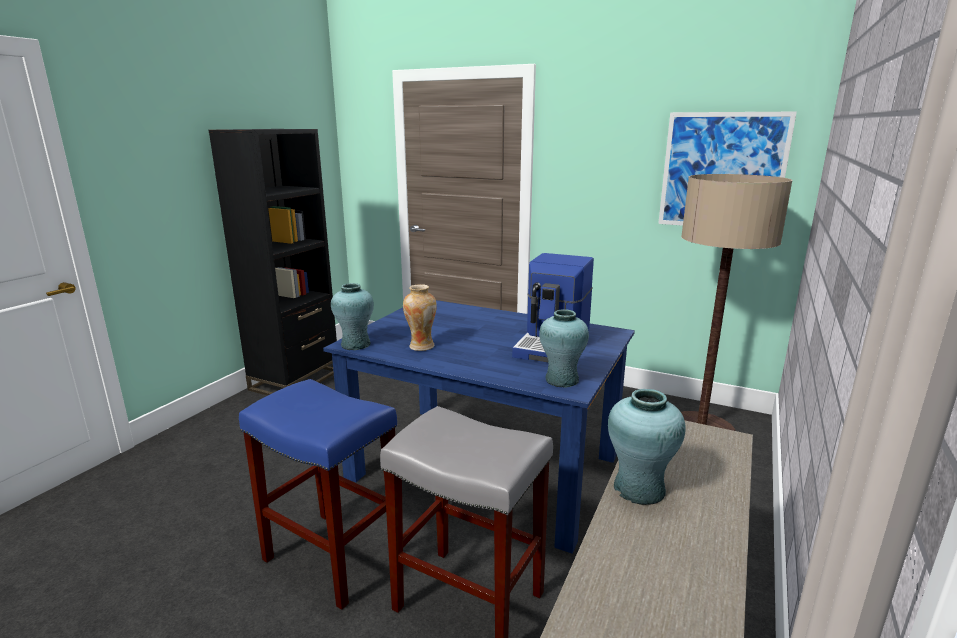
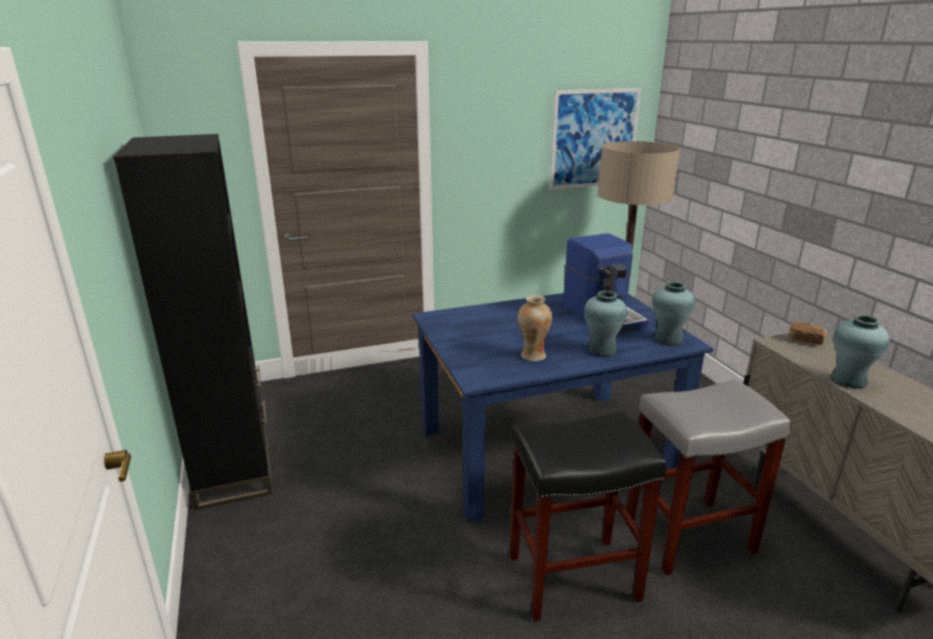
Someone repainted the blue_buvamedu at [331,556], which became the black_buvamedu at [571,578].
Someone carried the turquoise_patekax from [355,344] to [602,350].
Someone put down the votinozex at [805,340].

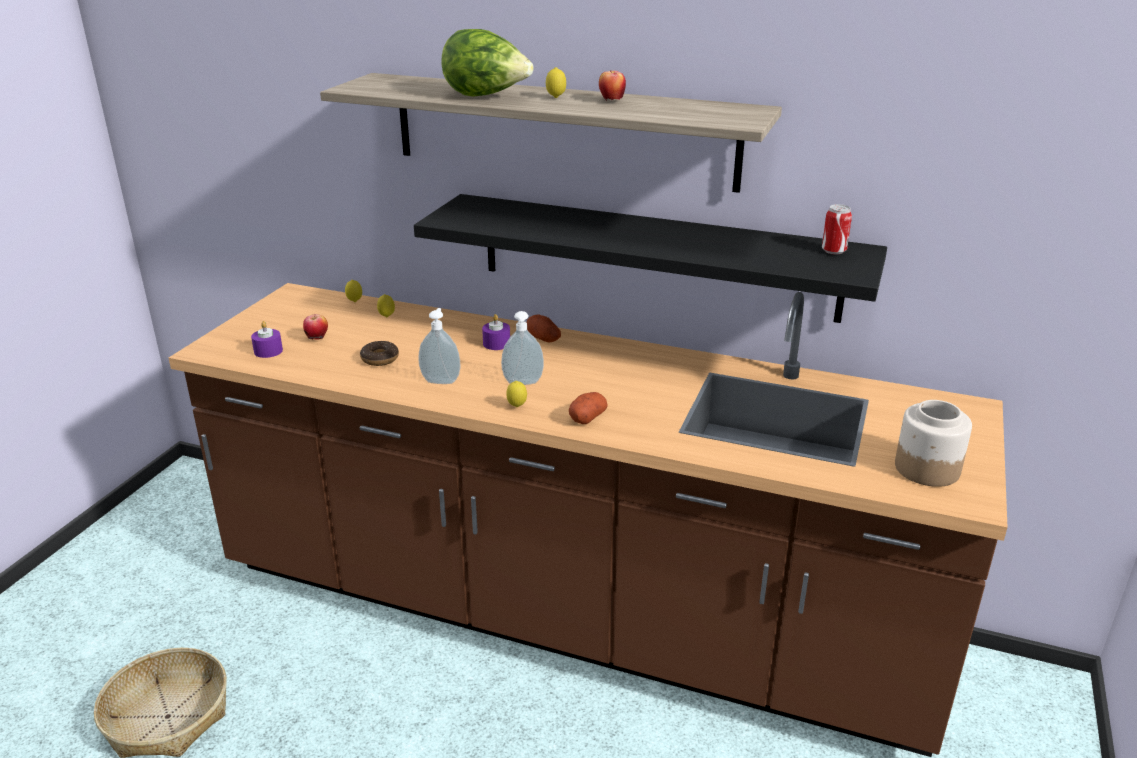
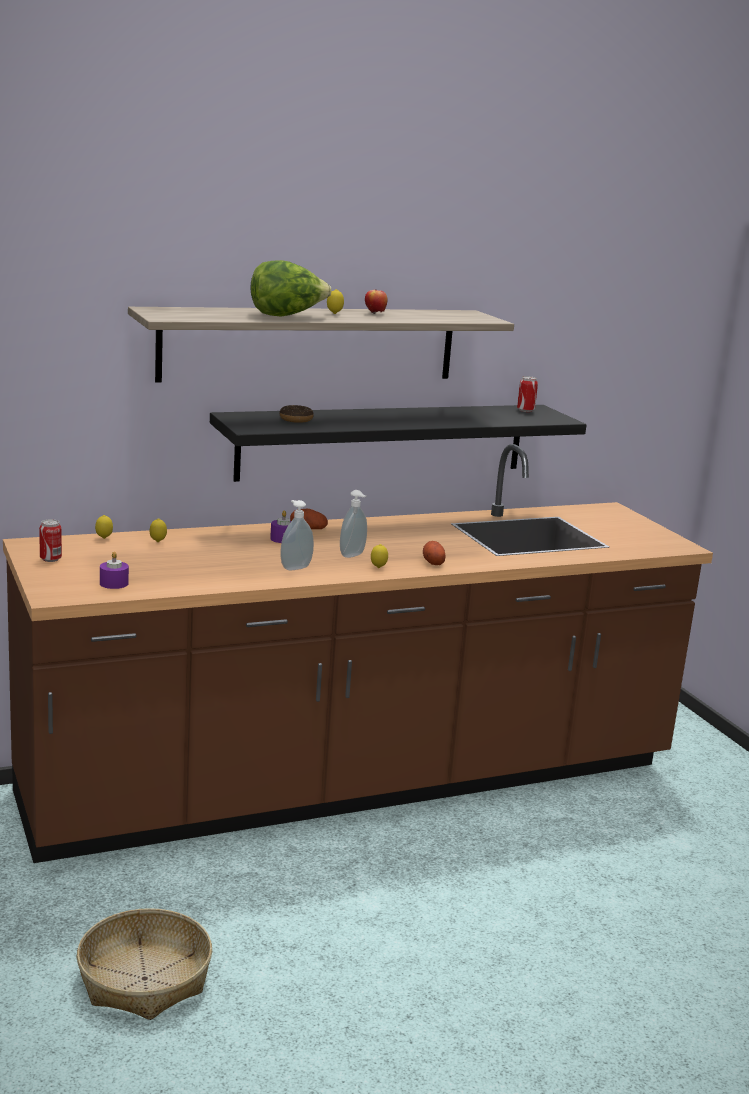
Someone took away the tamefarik at [317,339].
Someone carried the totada from [380,359] to [296,419].
Someone took away the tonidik at [926,468].
Someone put down the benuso at [50,559].

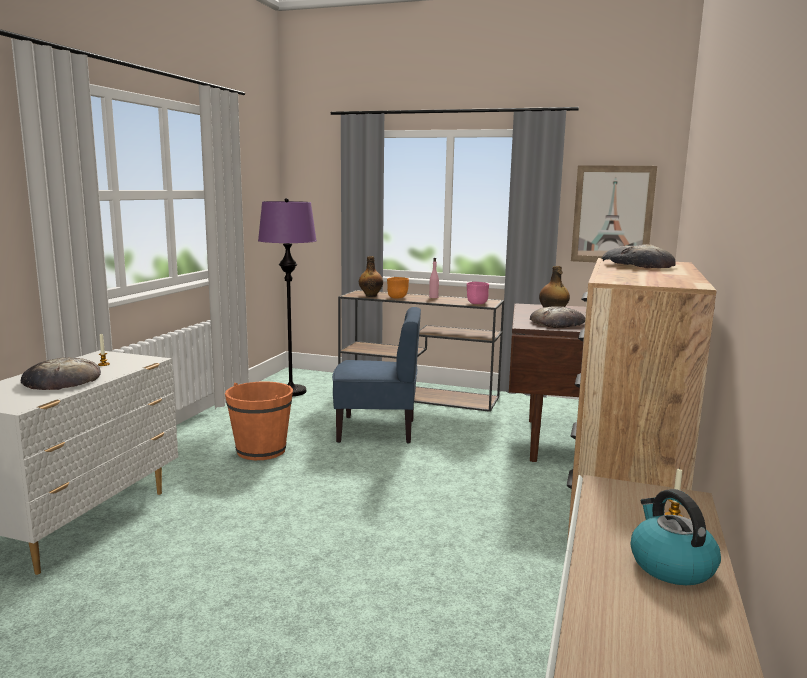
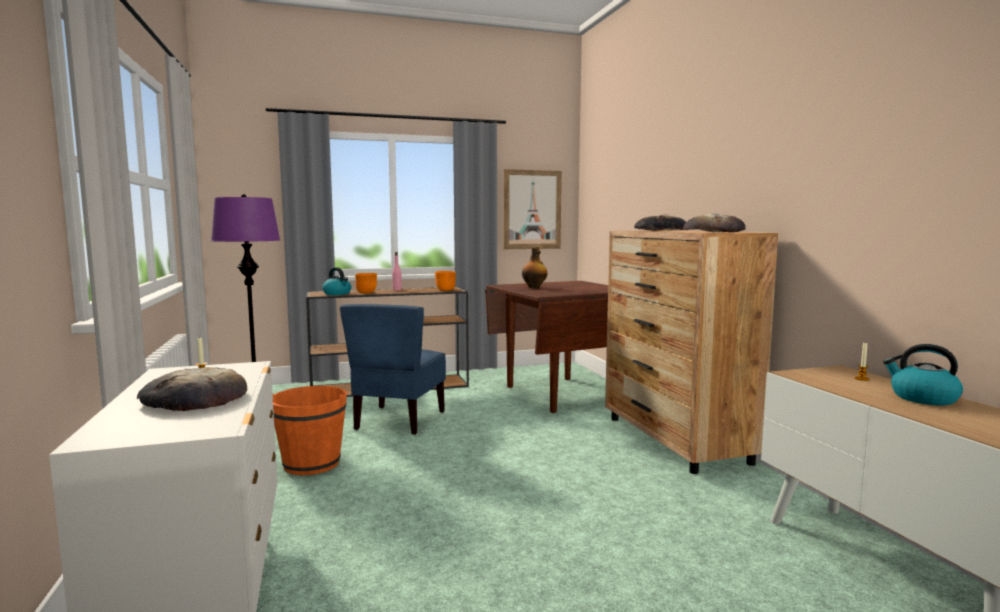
Someone rotated the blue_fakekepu at [377,430] by 135 degrees clockwise.
Someone swapped the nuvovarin at [371,295] for the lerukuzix at [337,293].
Someone repainted the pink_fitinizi at [476,303], which became the orange_fitinizi at [445,290].
Someone carried the votinozex from [557,322] to [713,231].

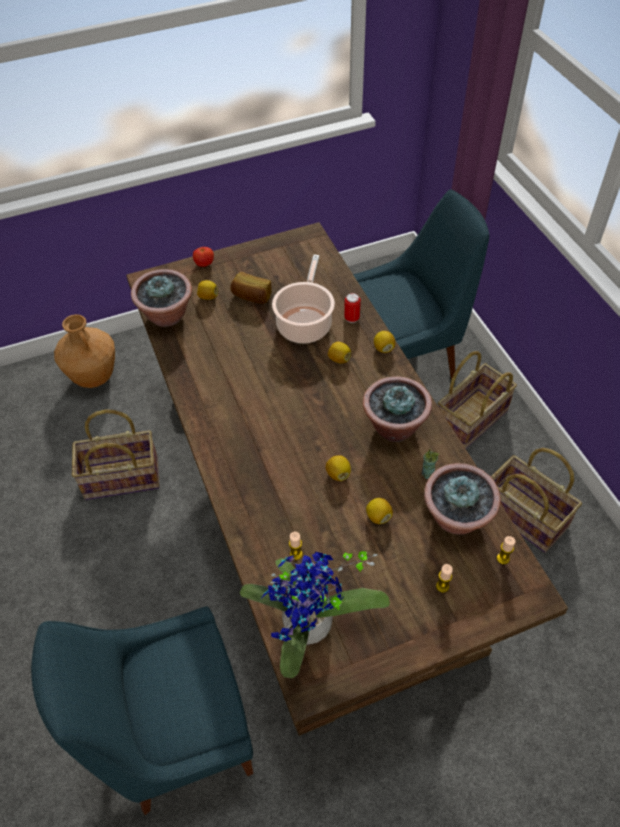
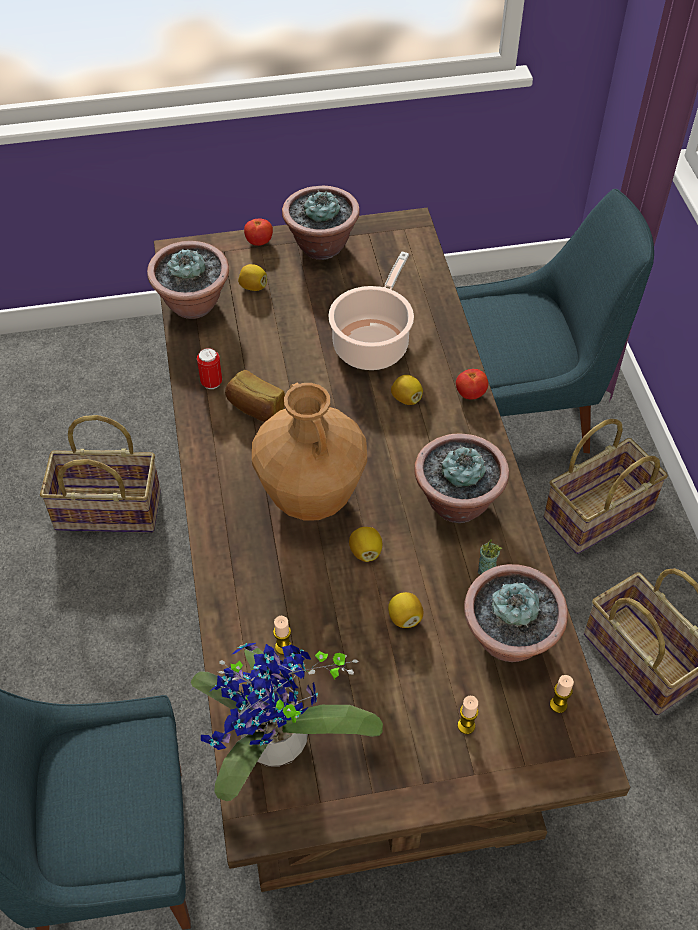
Someone carried the brown_patekax from [94,377] to [311,498].
Someone carried the votinozex from [251,296] to [255,408].
Someone carried the benuso from [351,318] to [211,383].
Someone swapped the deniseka at [383,348] for the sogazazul at [470,394].
Someone put down the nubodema at [321,246].

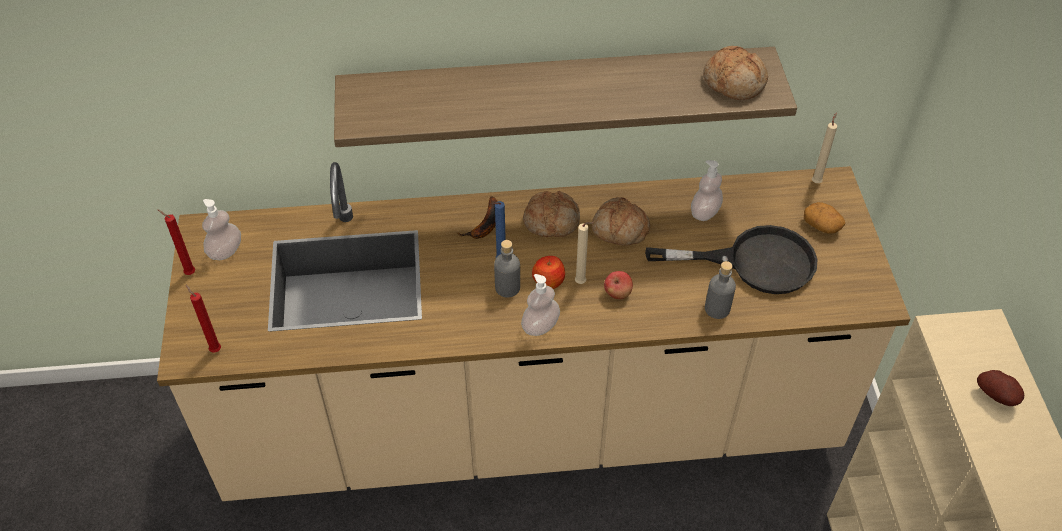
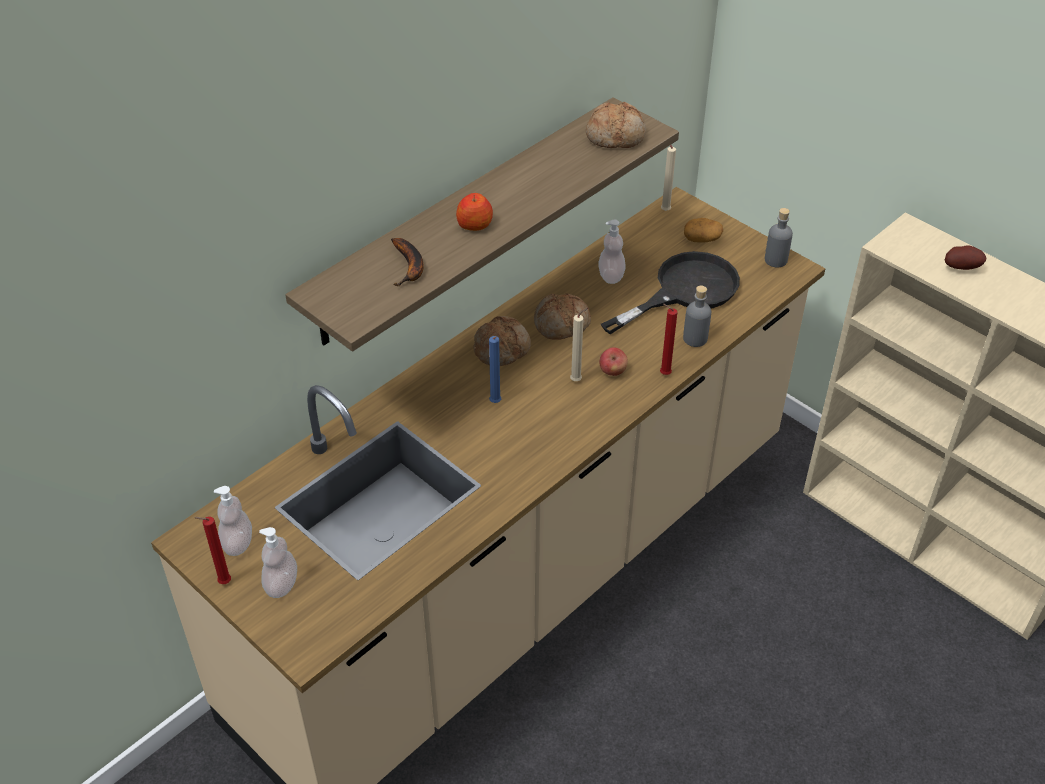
Someone carried the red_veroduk from [214,349] to [663,374].
Someone carried the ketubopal from [485,225] to [409,267].
Someone carried the grey_nuvovarin from [507,287] to [775,260].
Someone carried the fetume from [540,326] to [281,584].
Someone carried the tamefarik from [548,281] to [474,224].

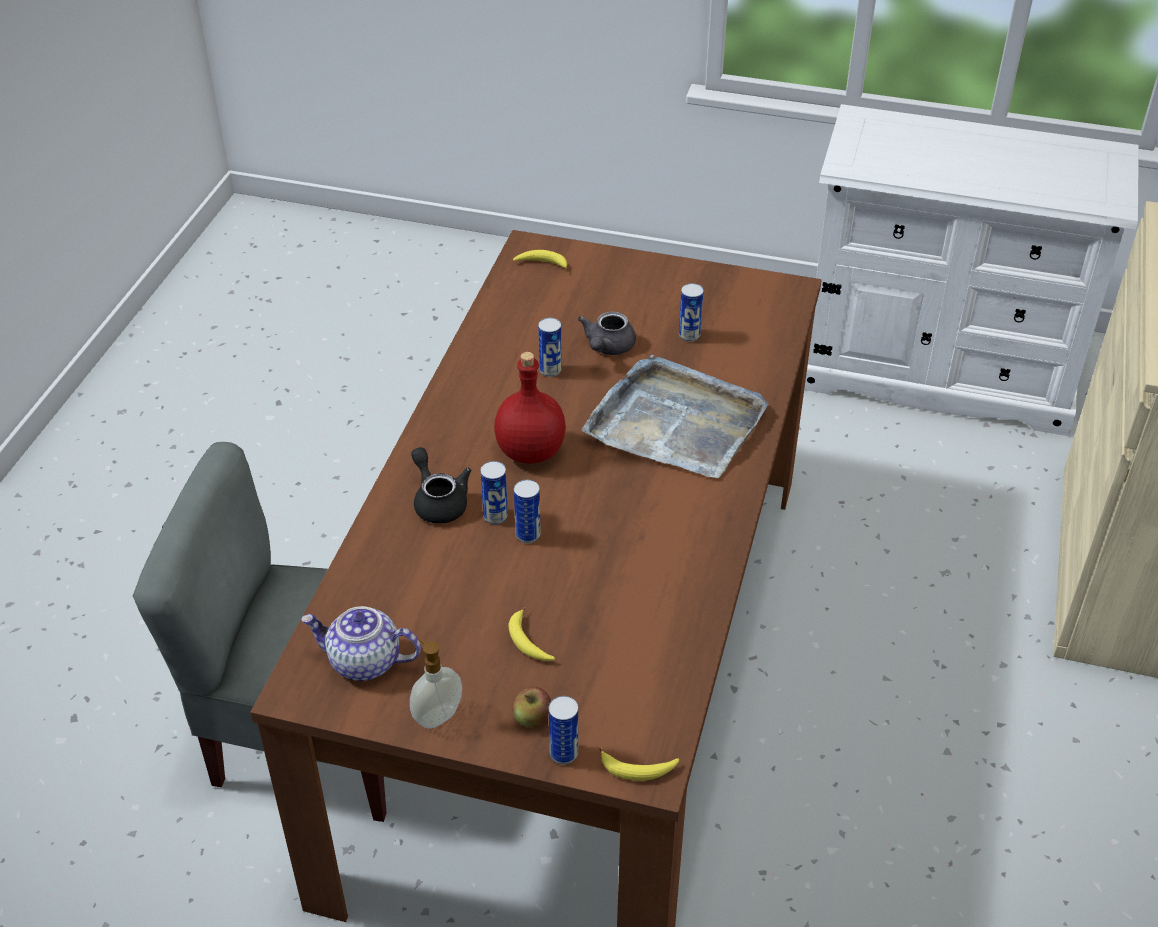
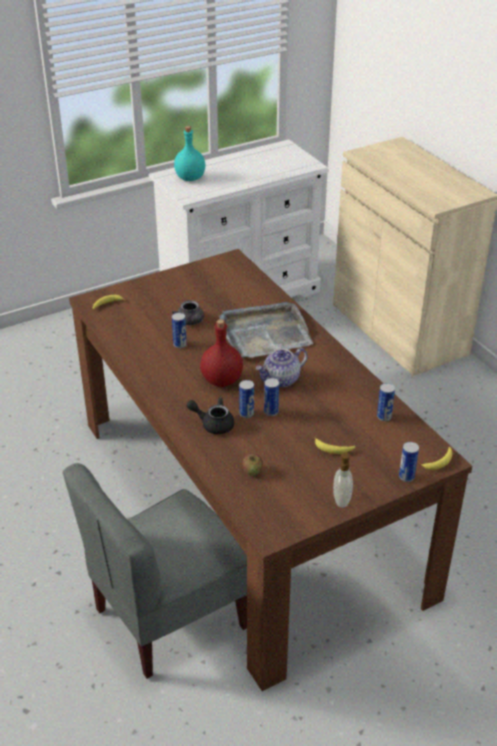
Someone carried the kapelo from [364,662] to [281,380].
Someone carried the tamefarik from [532,717] to [252,471].
Someone carried the benuso from [689,335] to [384,417].
Someone put down the turquoise_nuvovarin at [189,178].

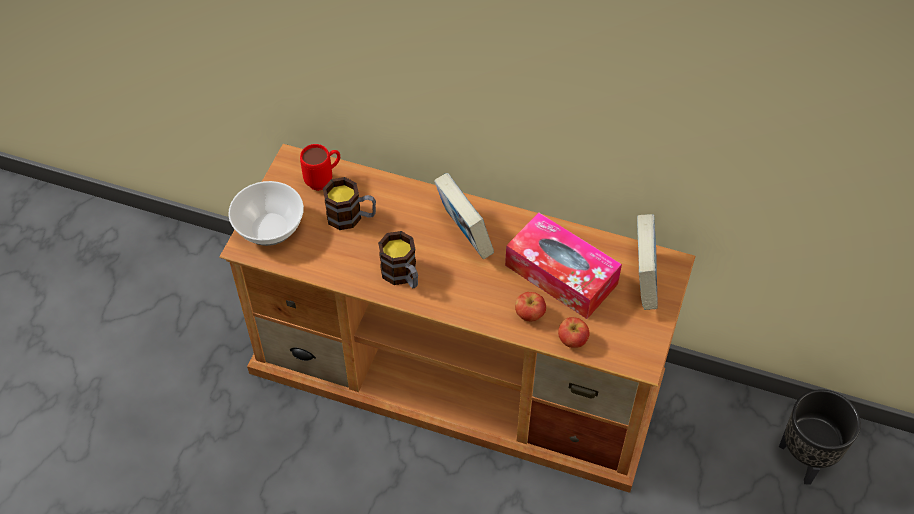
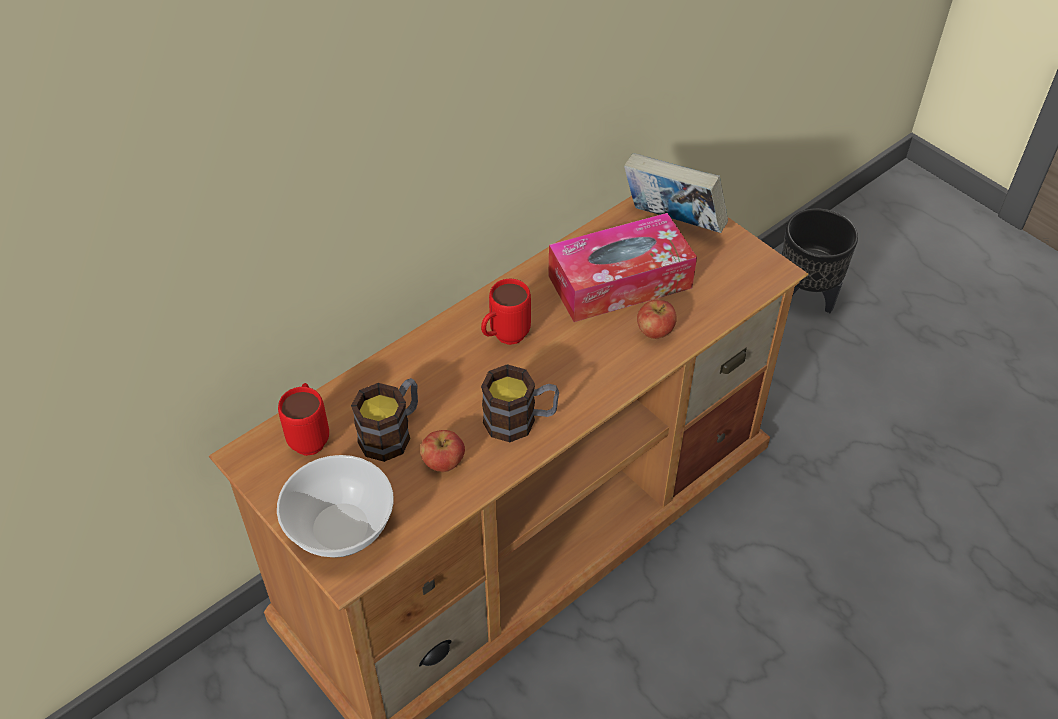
Someone swapped the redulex at [464,235] for the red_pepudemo at [504,338].
Someone carried the tamefarik from [572,340] to [443,462].

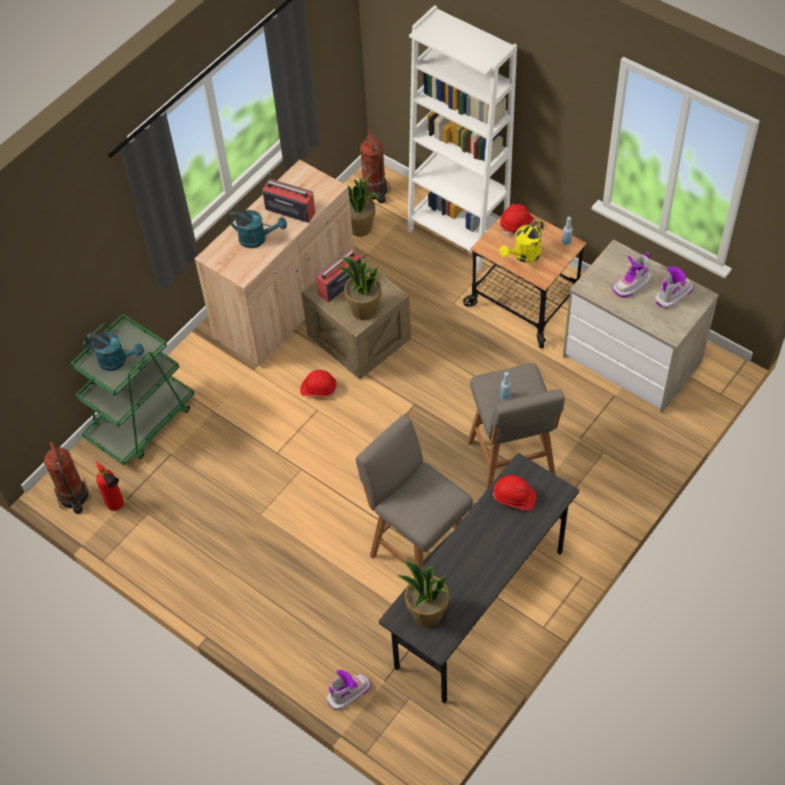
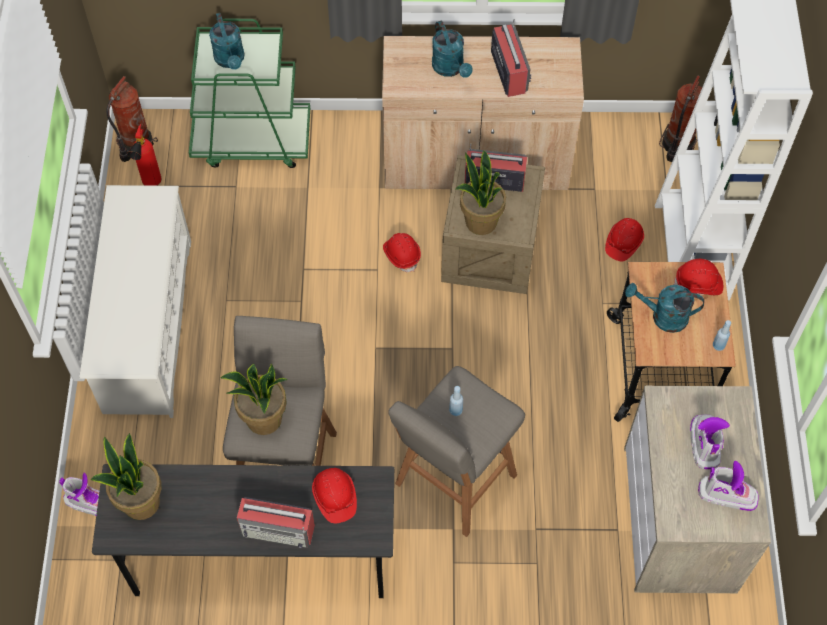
Someone carried the nubodema from [360,228] to [264,420].
Someone repainted the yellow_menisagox at [523,256], which became the turquoise_menisagox at [663,317].
Someone rotated the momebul at [632,285] by 75 degrees clockwise.
Someone put down the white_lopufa at [147,325].
Someone put down the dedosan at [279,530].
Someone put down the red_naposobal at [623,243].

